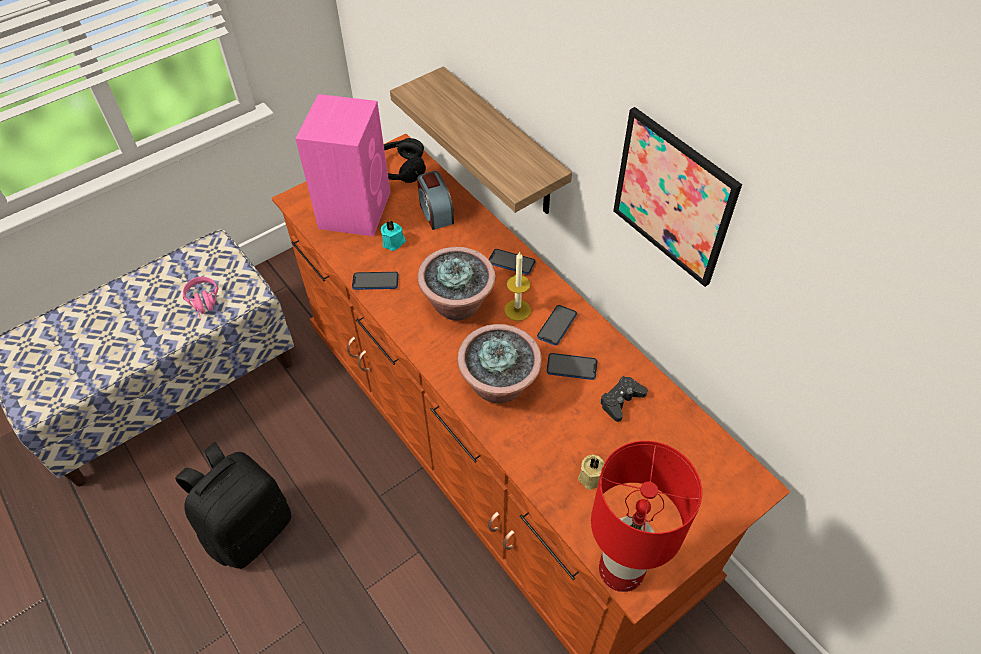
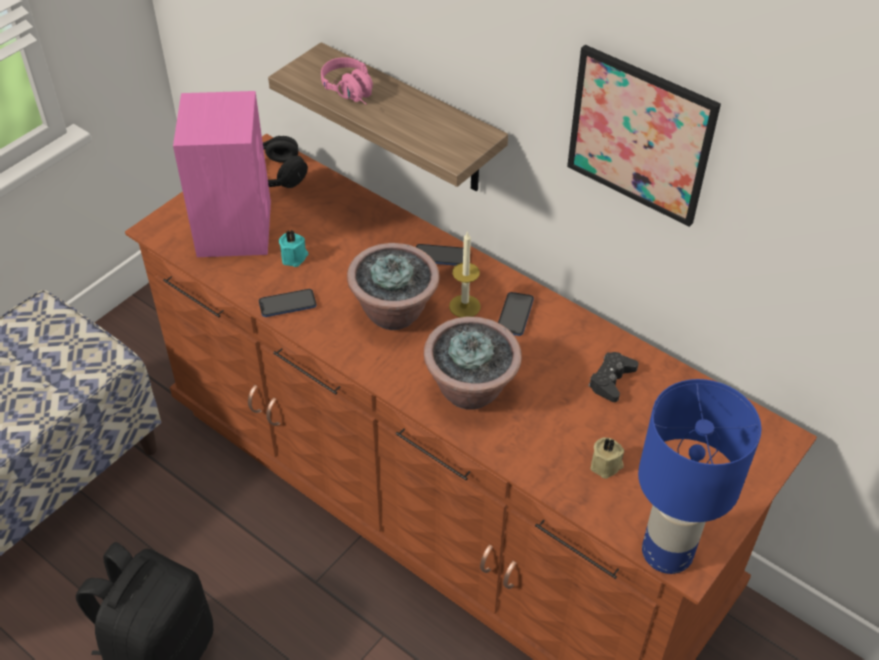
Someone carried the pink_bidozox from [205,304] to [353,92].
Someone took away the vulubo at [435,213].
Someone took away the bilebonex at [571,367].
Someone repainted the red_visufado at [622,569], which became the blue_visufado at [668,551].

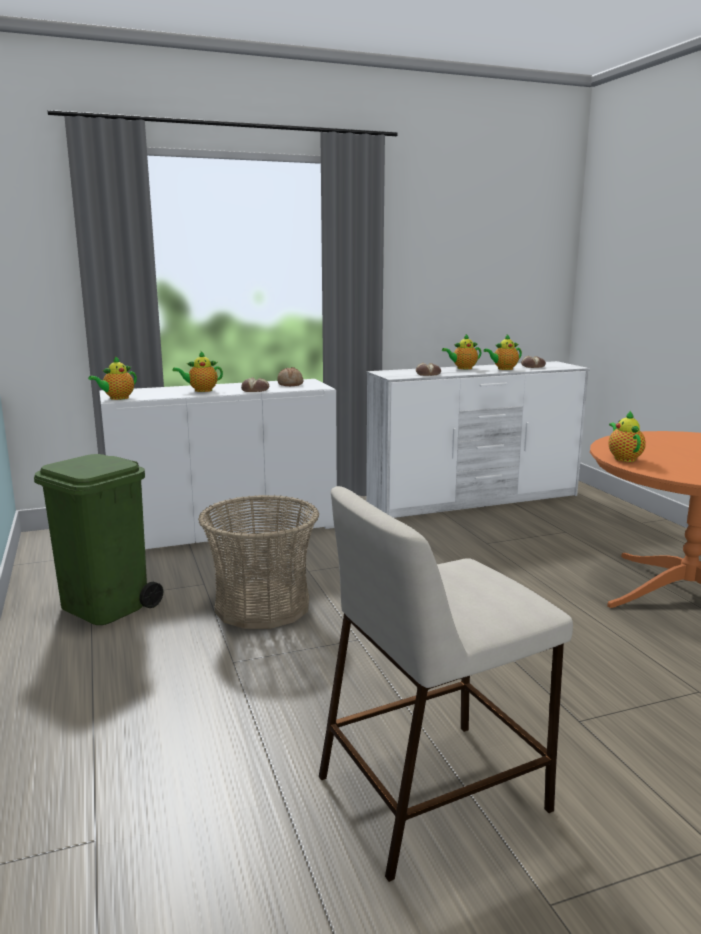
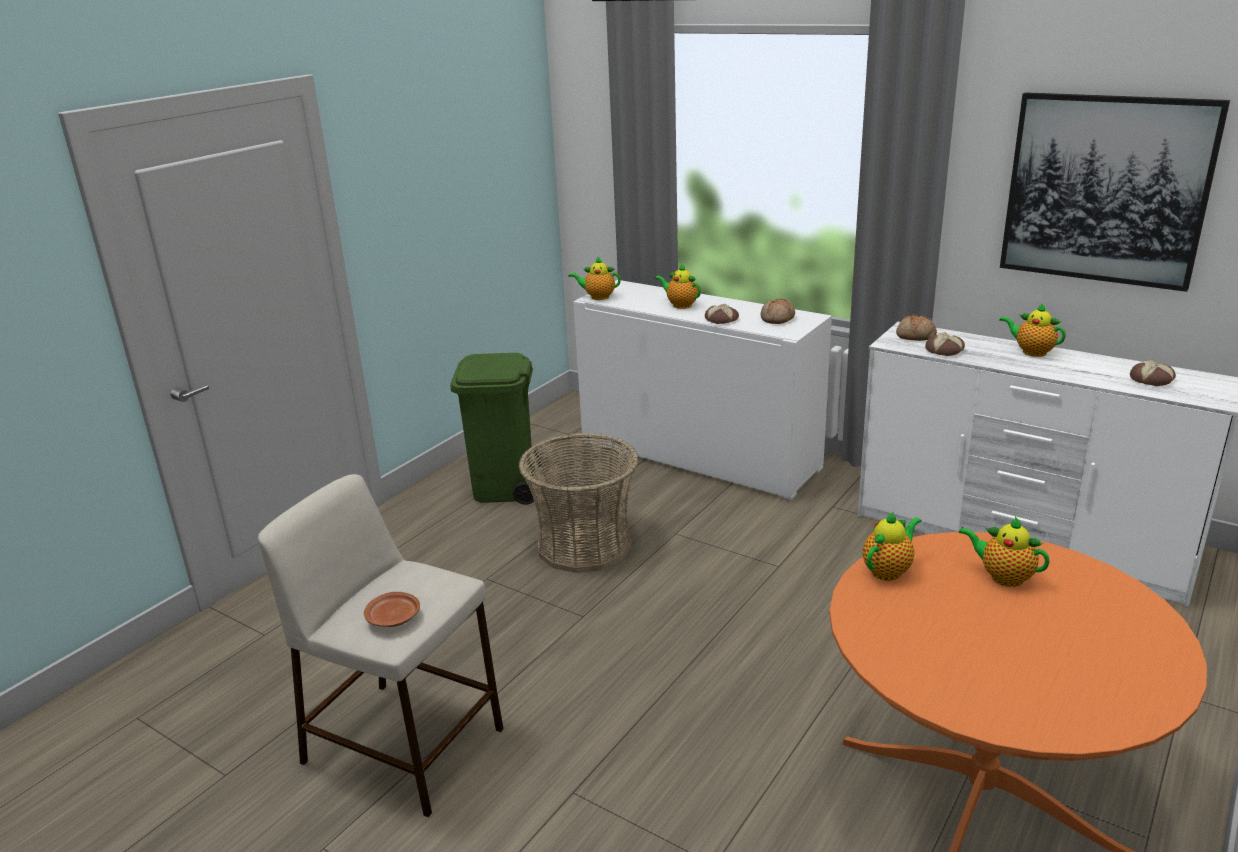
Someone carried the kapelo from [503,369] to [1002,577].
Someone put down the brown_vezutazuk at [393,618].
Someone put down the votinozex at [915,336].
Someone put up the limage at [1106,190].

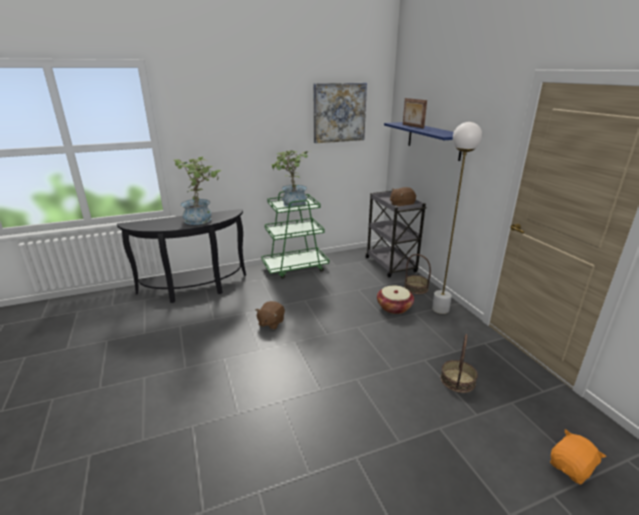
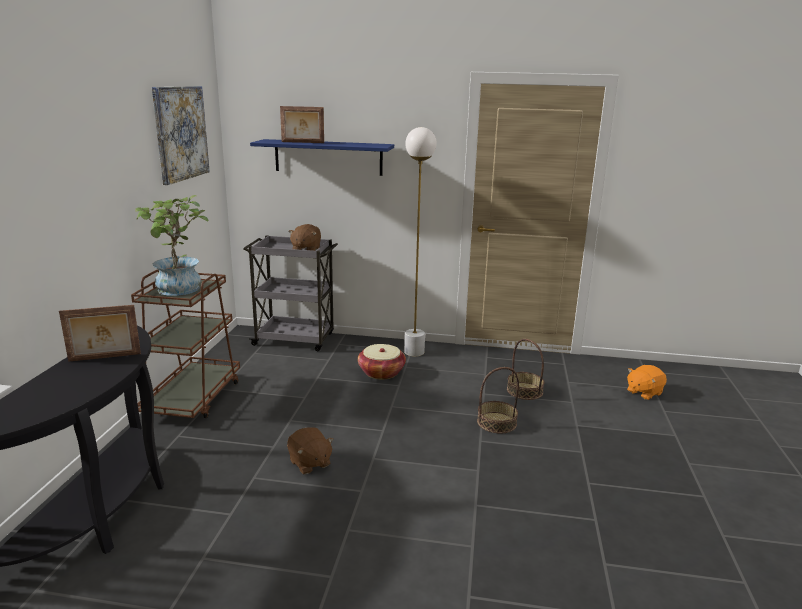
Someone swapped the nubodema at [202,219] for the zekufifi at [105,358].
Someone repainted the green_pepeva at [295,267], which became the brown_pepeva at [193,398].
Someone carried the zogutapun from [416,288] to [496,422].
Someone rotated the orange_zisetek at [571,468] by 120 degrees counterclockwise.

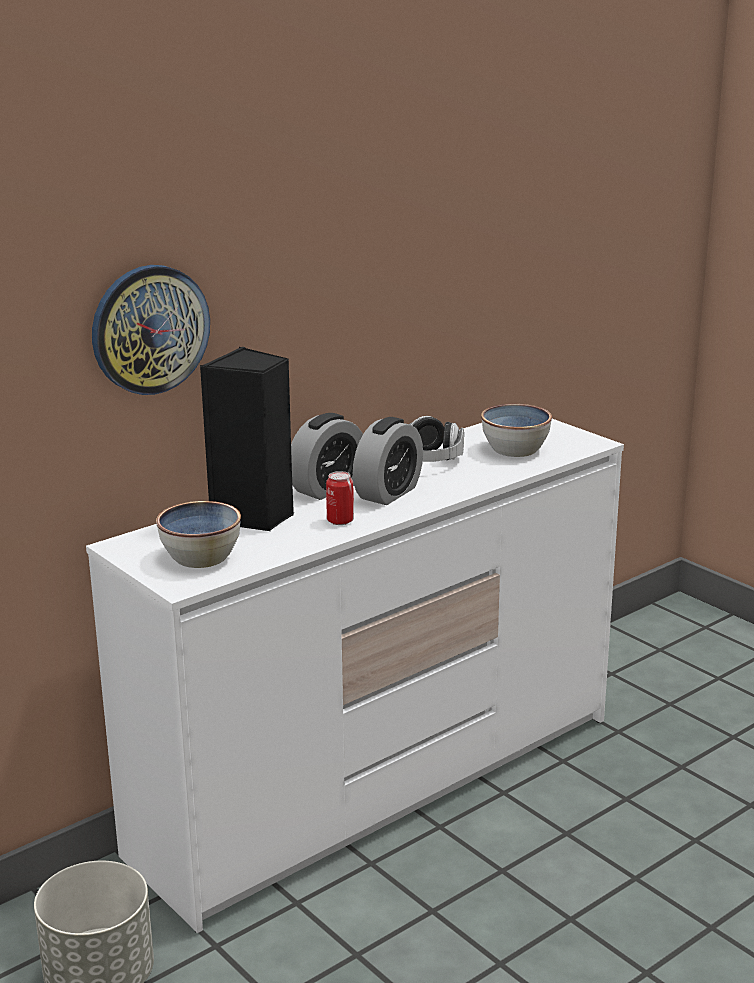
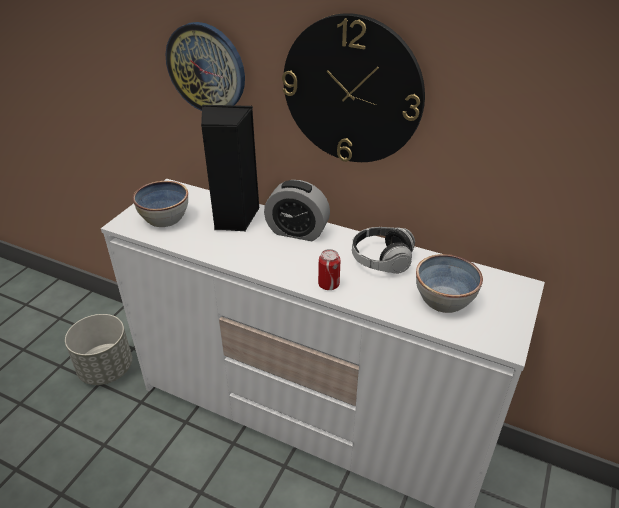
Someone carried the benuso from [340,521] to [328,285].
Someone took away the vulubo at [388,493].
Someone put up the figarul at [352,91].

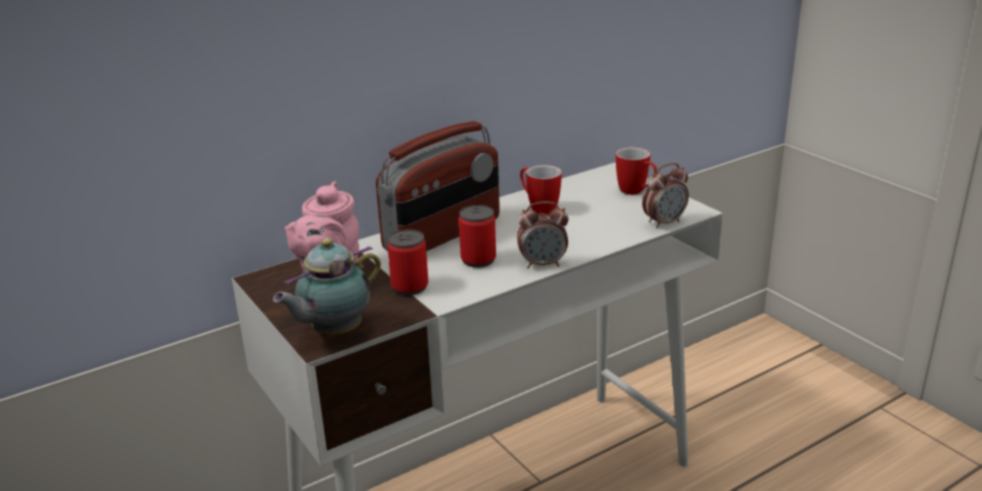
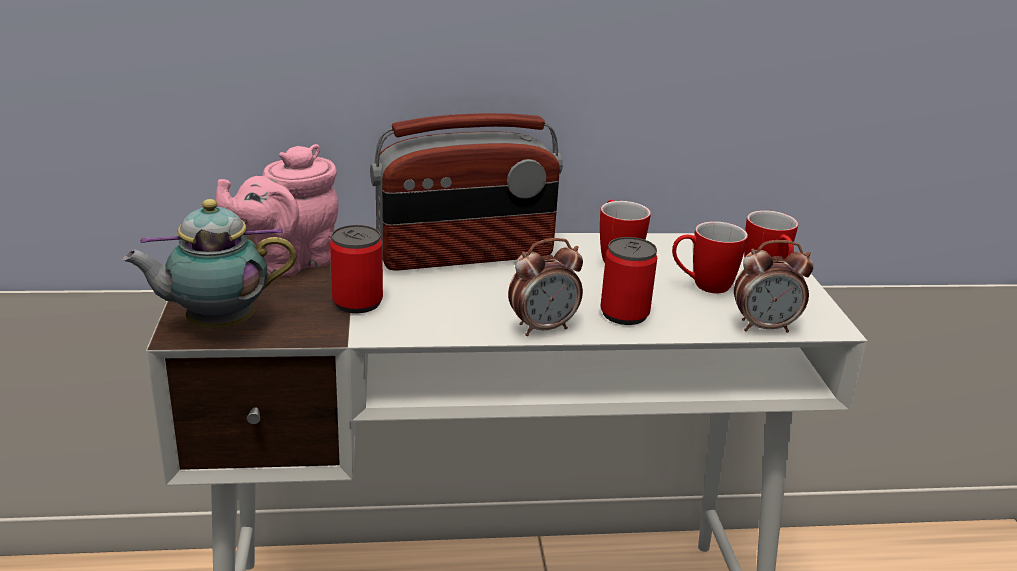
Someone carried the benuso from [478,260] to [624,314].
Someone rotated the vulubo at [543,264] by 45 degrees counterclockwise.
Someone put down the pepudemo at [702,286].

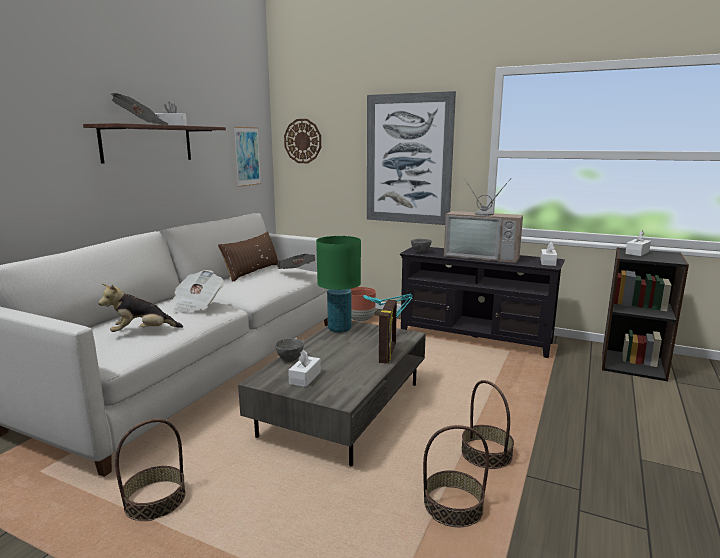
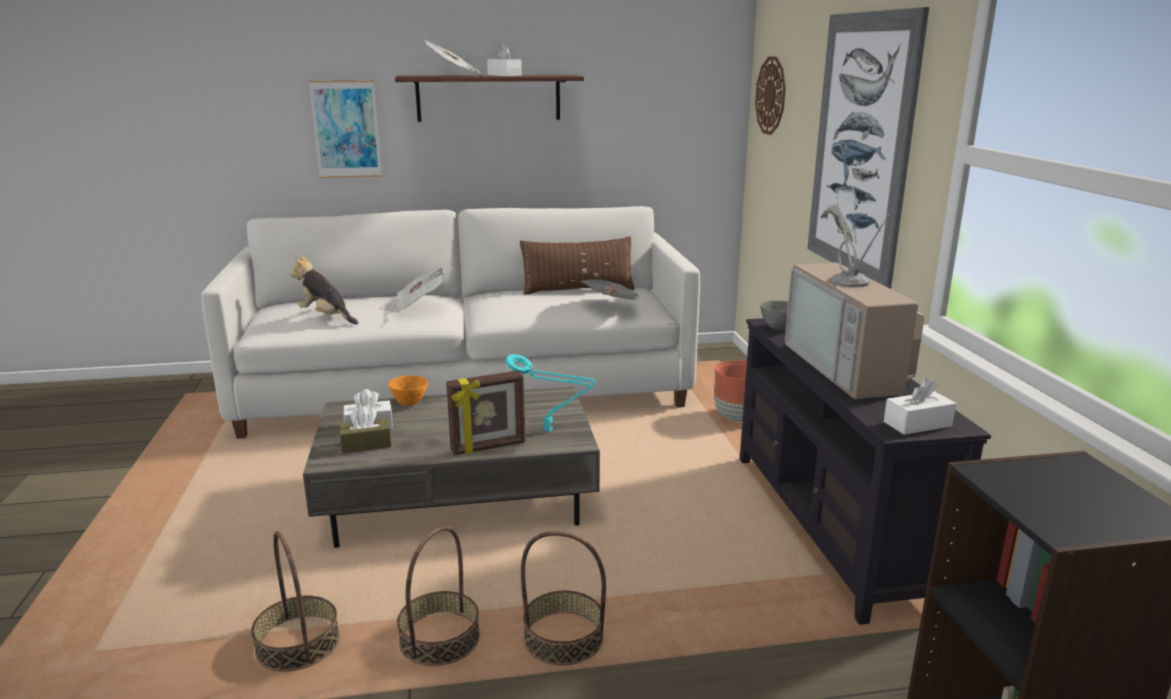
Someone carried the zogutapun from [155,501] to [563,638].
Someone carried the limage from [247,156] to [346,129].
Someone repainted the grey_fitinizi at [289,359], which became the orange_fitinizi at [409,403].
Someone took away the green_visufado at [339,329].
Someone took away the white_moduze at [637,253].
Someone put down the brown_moduze at [366,444].

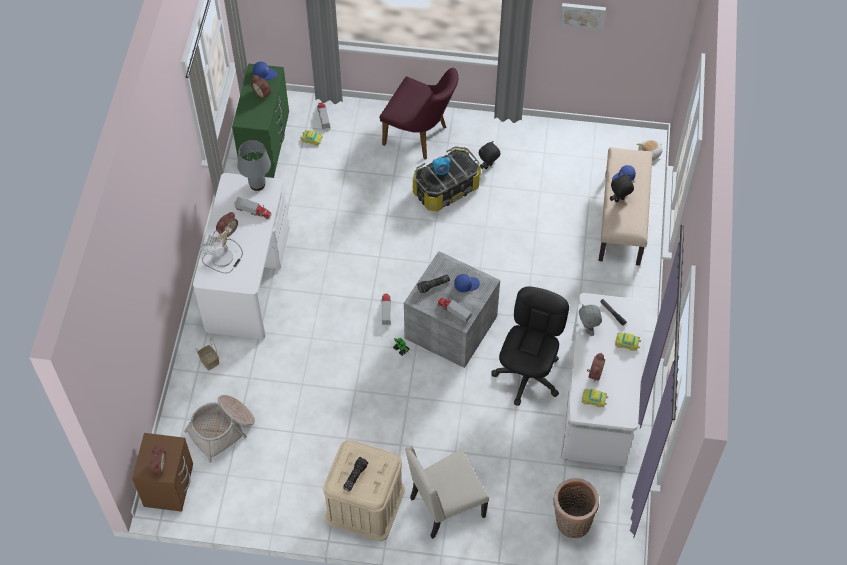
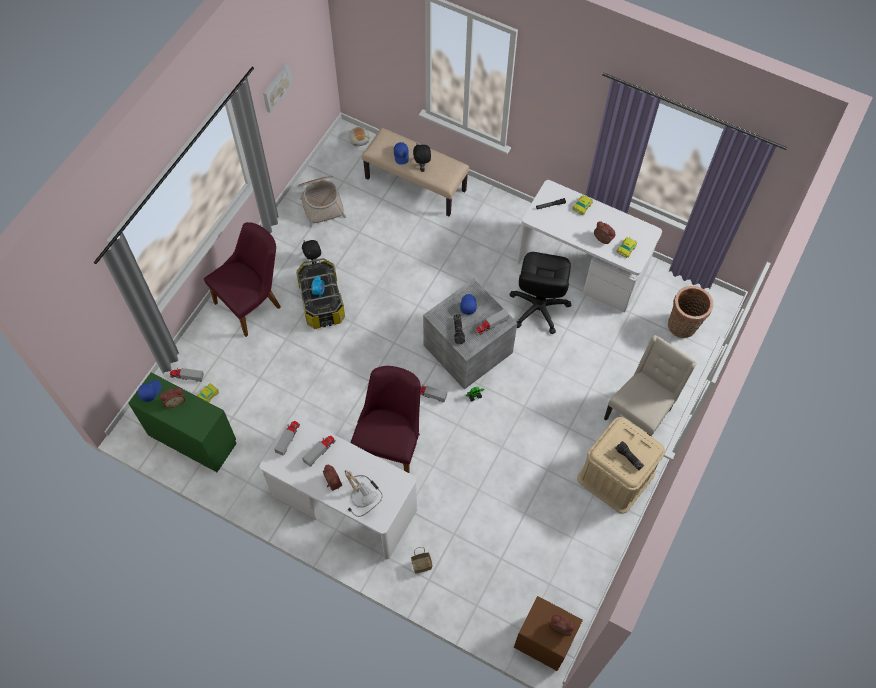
Someone carried the zogutapun from [222,429] to [321,202].
Someone swapped the grey_visufado at [257,184] for the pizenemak at [288,438].
Someone rotated the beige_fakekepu at [445,507] by 135 degrees counterclockwise.
Someone rotated the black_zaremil at [528,375] by 120 degrees counterclockwise.
Someone took away the grey_zisetek at [588,329].
Someone put down the purple_fakekepu at [391,442].

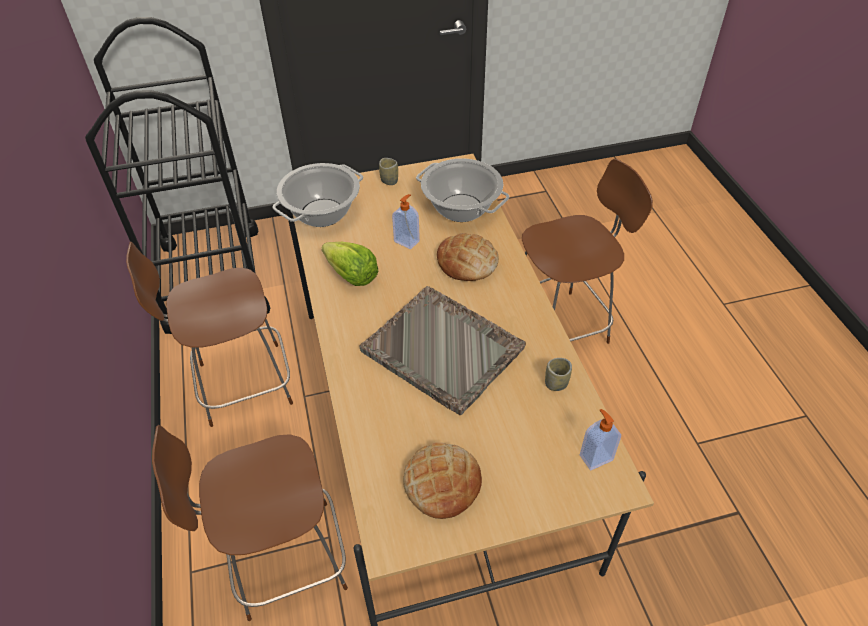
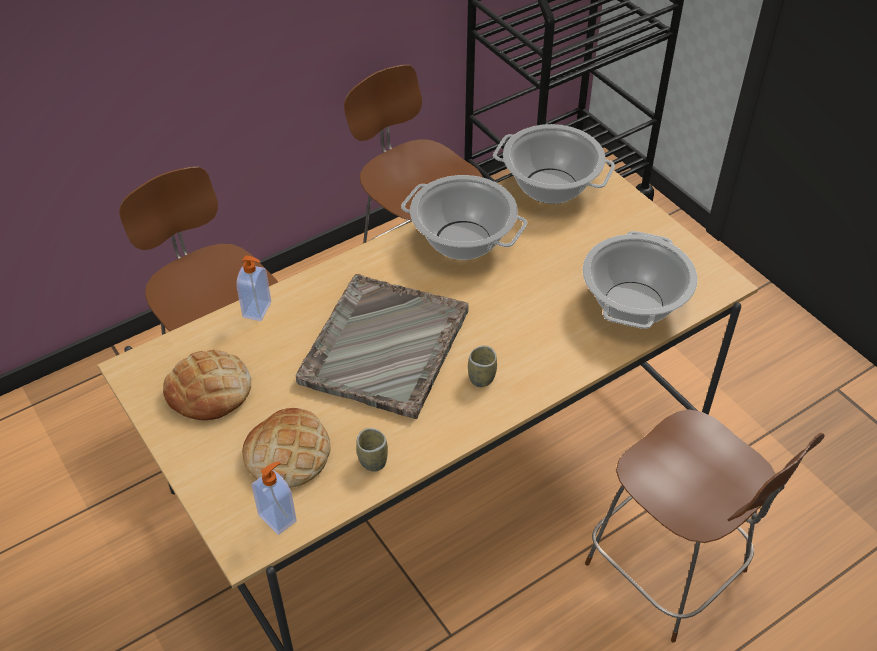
Someone swapped the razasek at [351,275] for the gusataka at [462,241].
Someone carried the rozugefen from [389,181] to [481,378].
Someone carried the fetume from [407,241] to [258,310].
Someone carried the votinozex from [467,262] to [288,453].

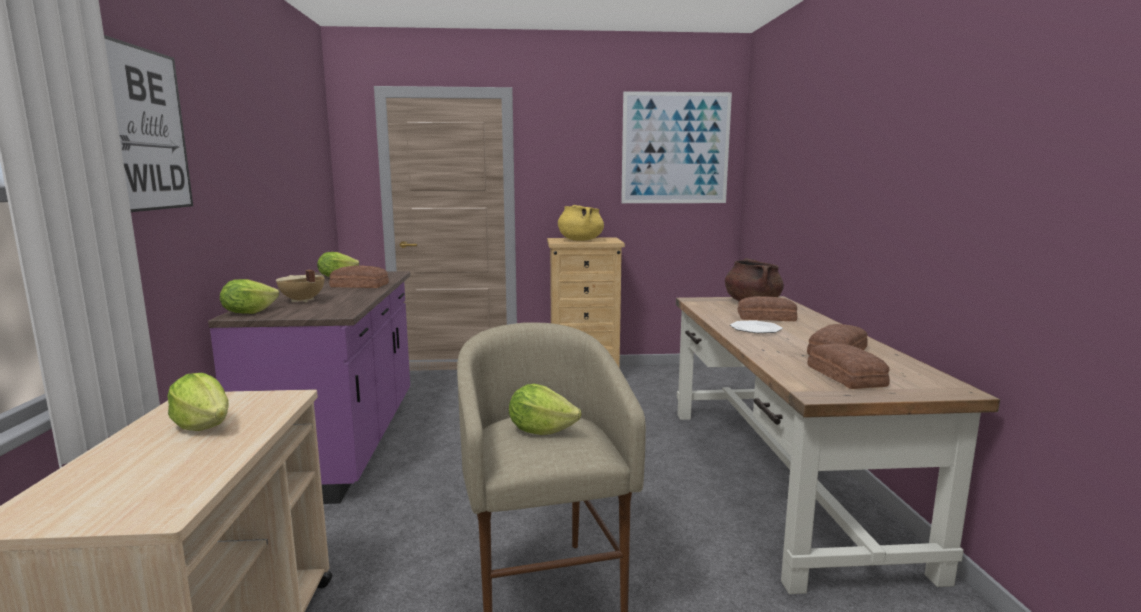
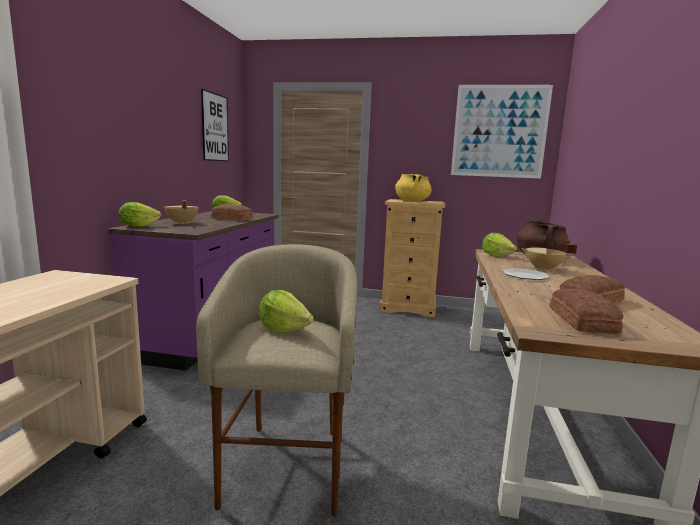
Someone carried the limage from [147,130] to [215,127].
Someone carried the razasek from [204,426] to [496,256].
Someone swapped the votinozex at [767,318] for the beige_gusataka at [543,269].

